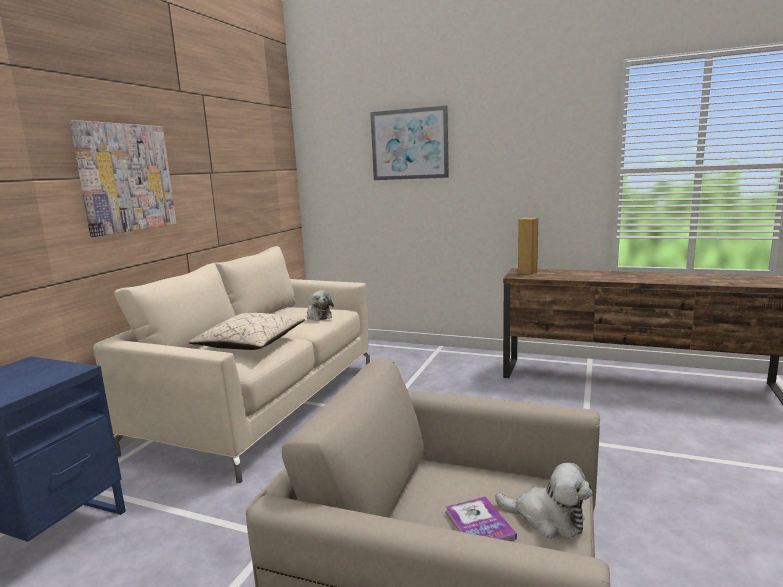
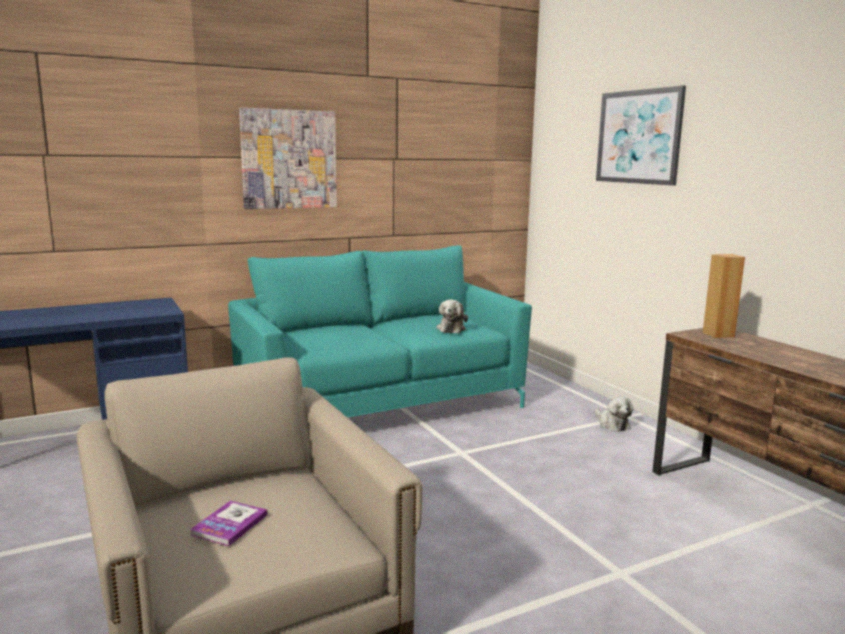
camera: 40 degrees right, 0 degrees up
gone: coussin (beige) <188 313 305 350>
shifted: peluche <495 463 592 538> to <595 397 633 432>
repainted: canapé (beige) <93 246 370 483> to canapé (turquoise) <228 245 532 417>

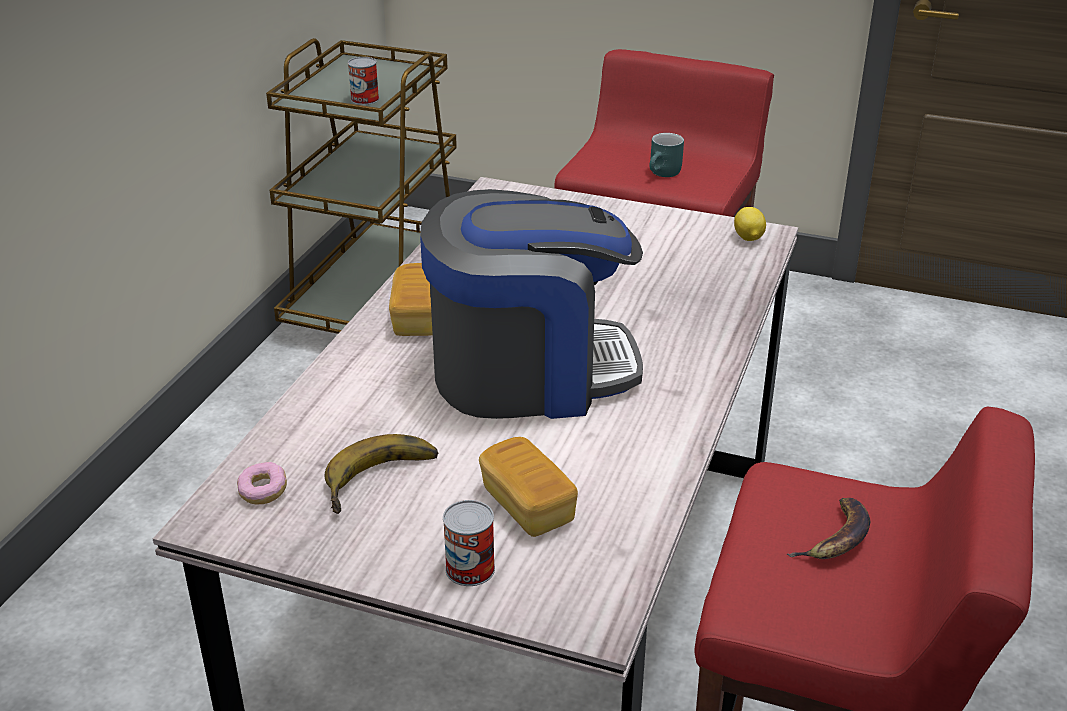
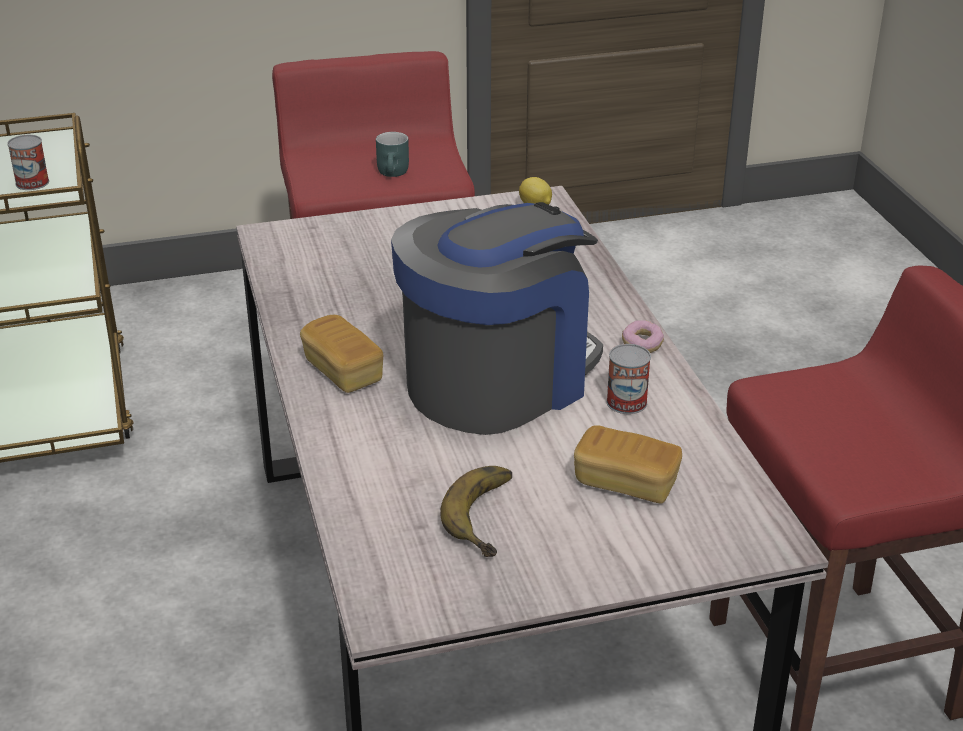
camera: 35 degrees left, 0 degrees up
gone: banane <787 498 870 559>
shifted: beignet <237 462 287 504> to <622 320 664 353>; boîte métallique <443 500 495 586> to <606 344 651 414>

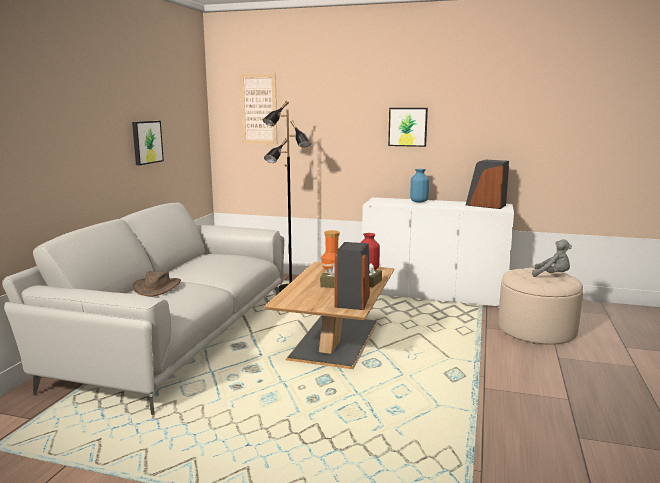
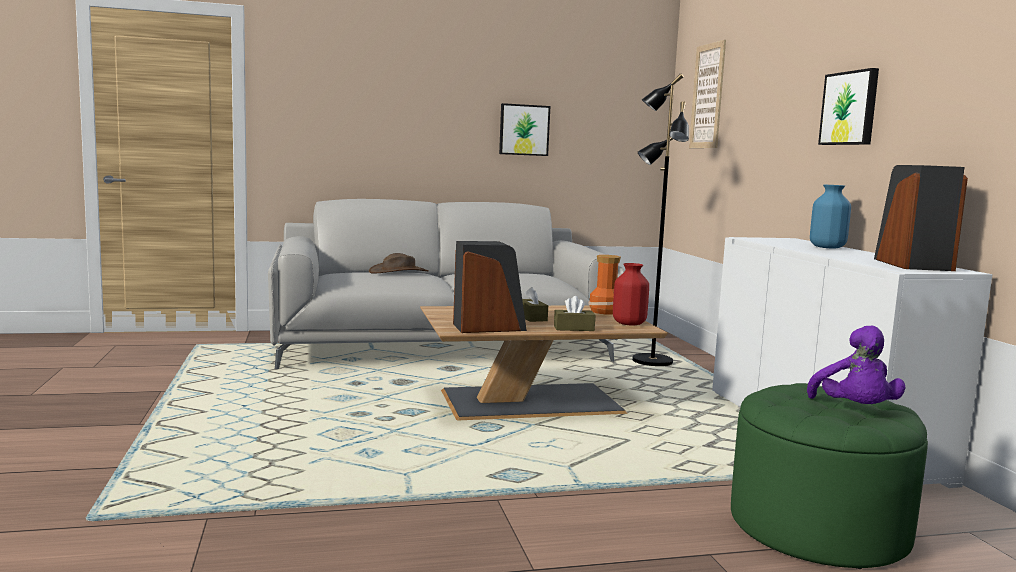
camera: 60 degrees right, 5 degrees down
repainted: peluche (gris) <532 239 572 277> to peluche (violet) <807 325 906 404>; pouf (beige) <498 268 583 345> to pouf (vert) <731 383 928 569>

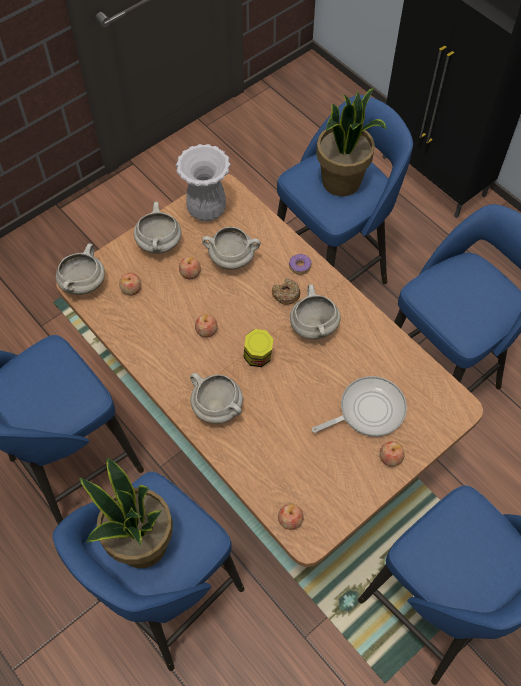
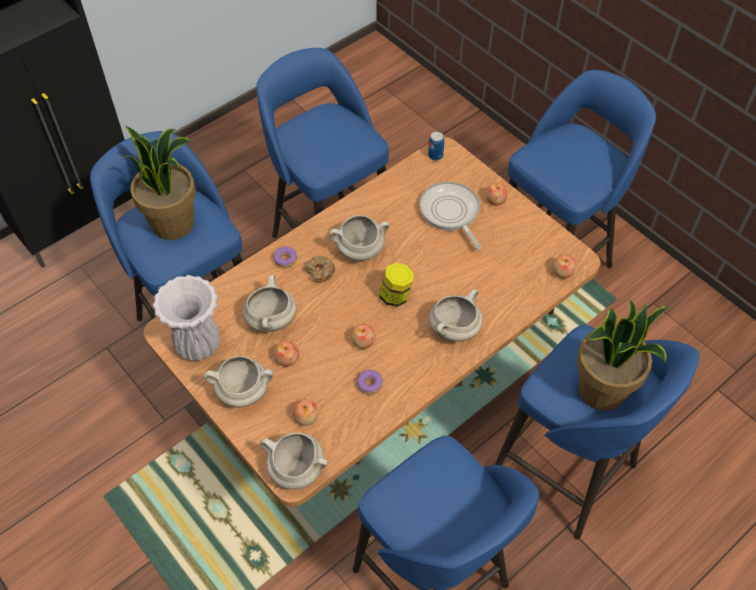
camera: 90 degrees left, 5 degrees down
new: boîte métallique <428 132 445 161>; beignet <357 369 383 395>

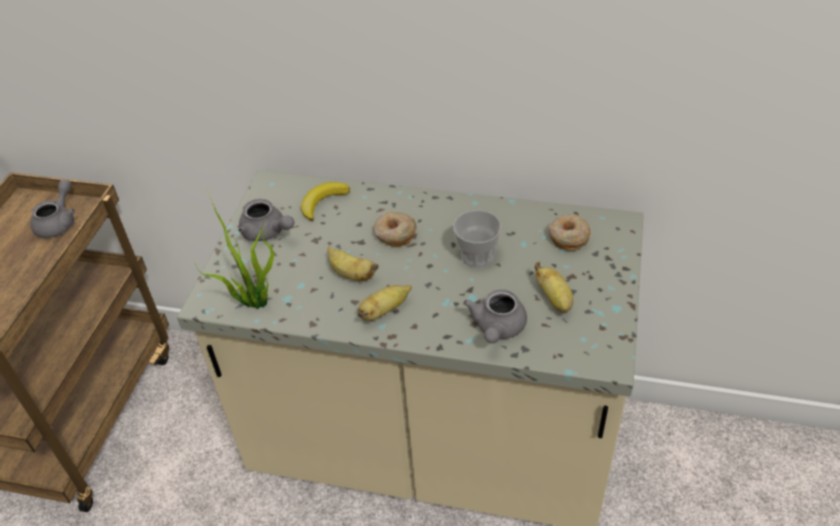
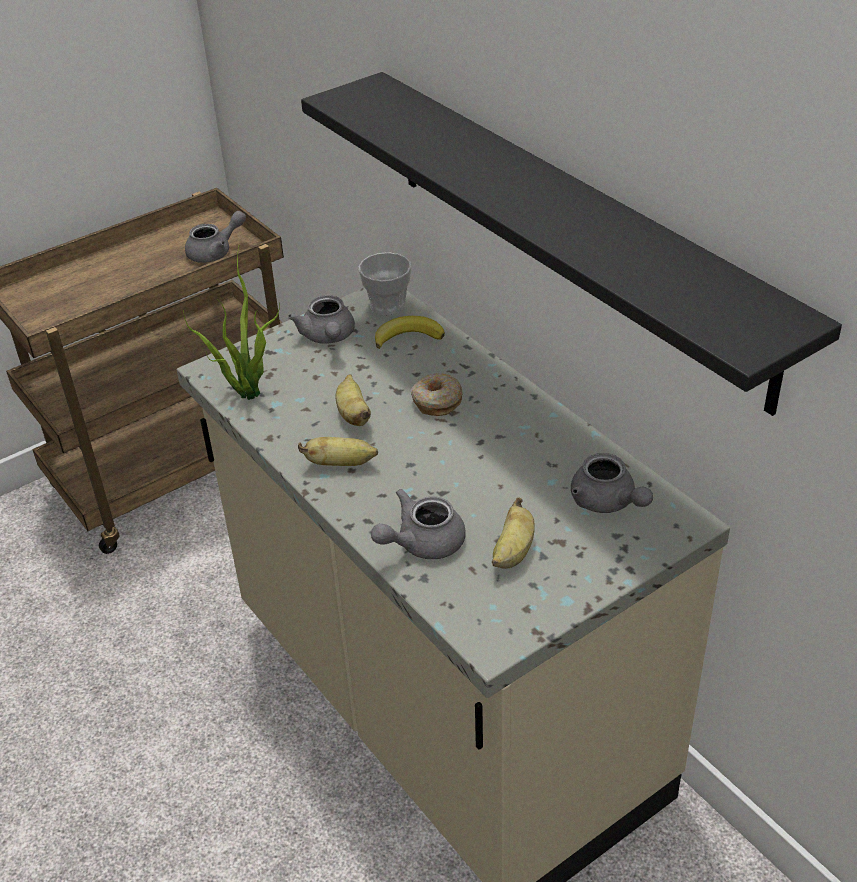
camera: 40 degrees right, 5 degrees down
new: étagère (noir) <301 72 842 416>
shifted: tasse <453 210 502 268> to <359 252 411 316>
swapped: beignet <549 214 591 251> to théière (gris) <571 453 653 513>

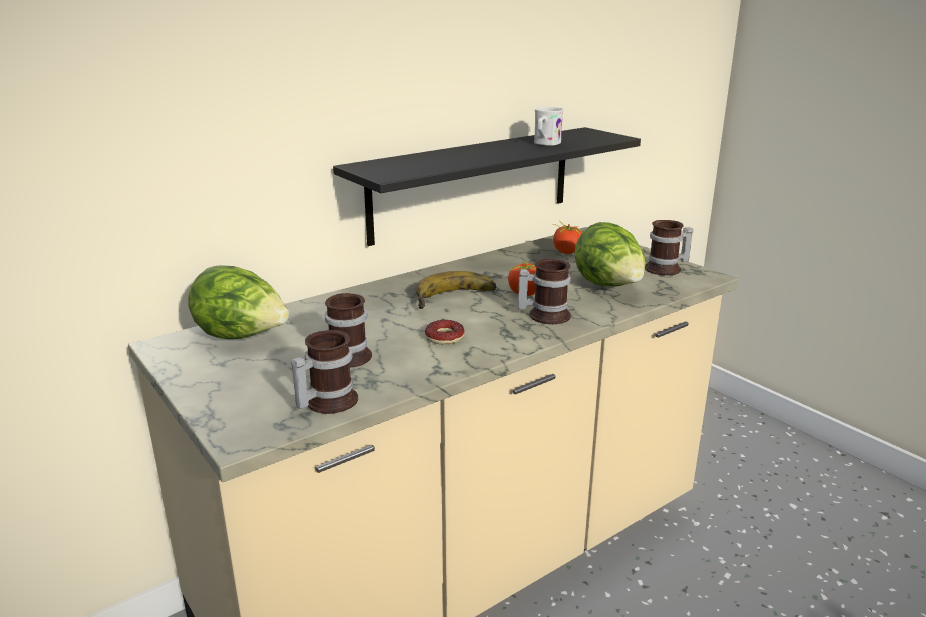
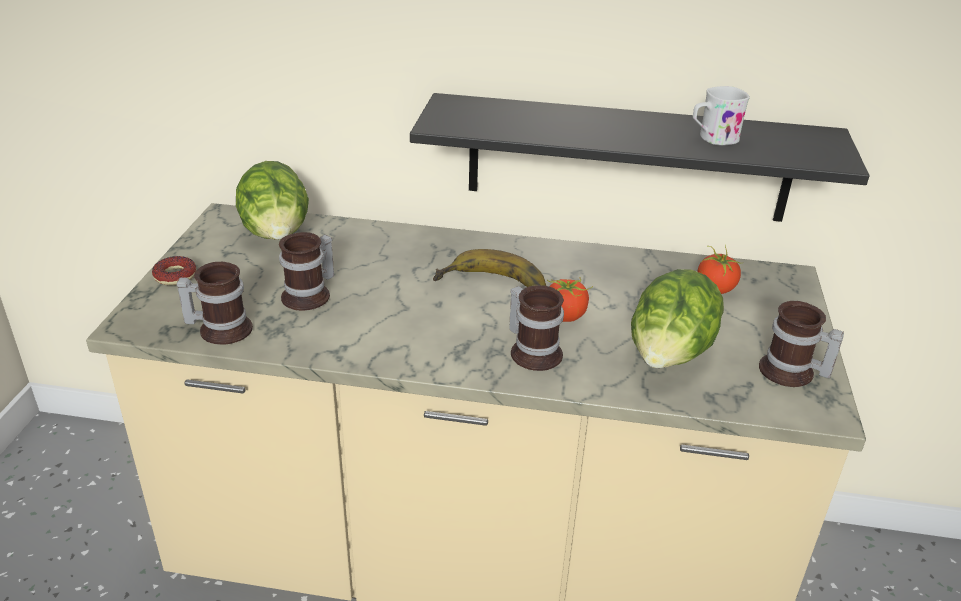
camera: 45 degrees right, 10 degrees up
shifted: beignet <425 320 465 345> to <152 256 196 285>

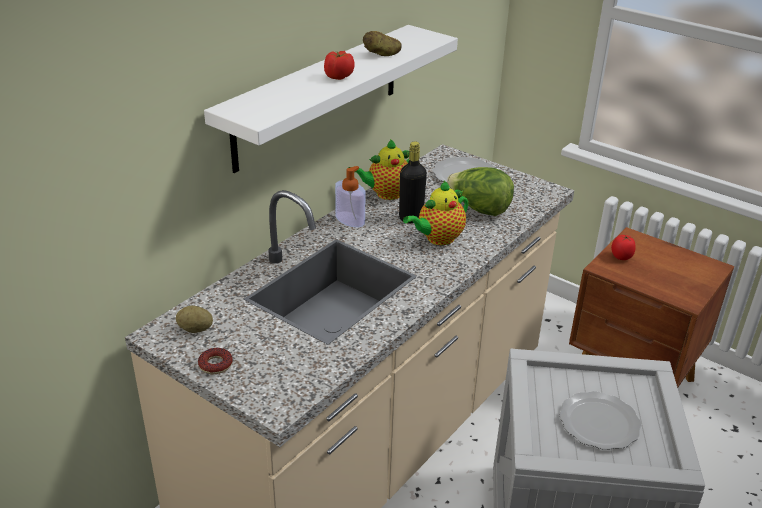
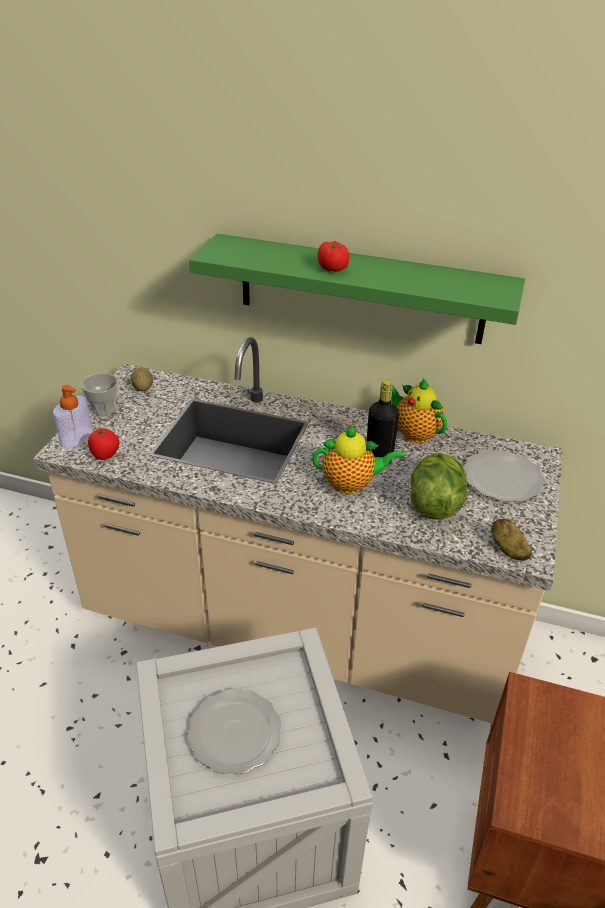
camera: 70 degrees right, 5 degrees up
shifted: pomme de terre <363 31 402 56> to <491 518 532 561>; distributeur de savon <335 166 366 228> to <53 385 92 448>; tomate <611 235 636 260> to <88 428 119 460>
swapped: beignet <198 348 233 374> to tasse <81 373 118 416>
repainted: étagère (blanc) <204 25 458 173> to étagère (vert) <189 234 525 344>
rotated: théière <403 181 468 245> = <312 426 405 494> 150 degrees clockwise

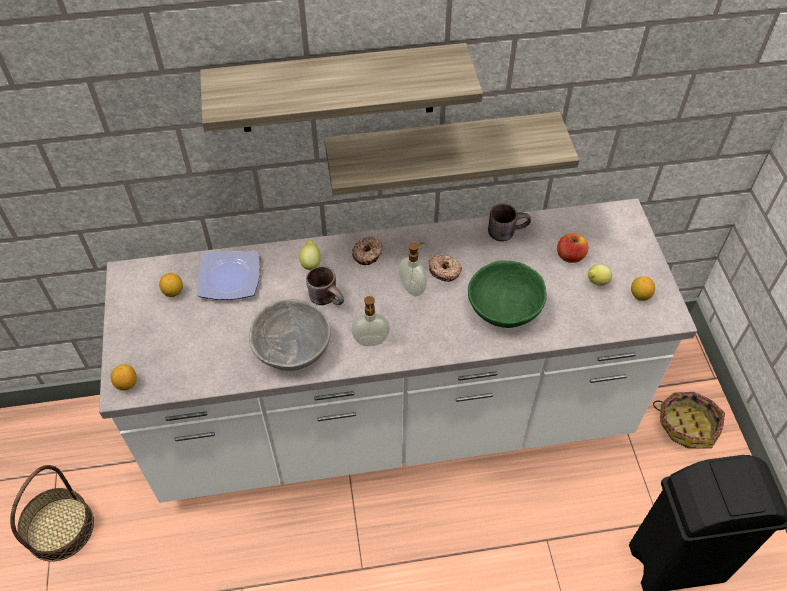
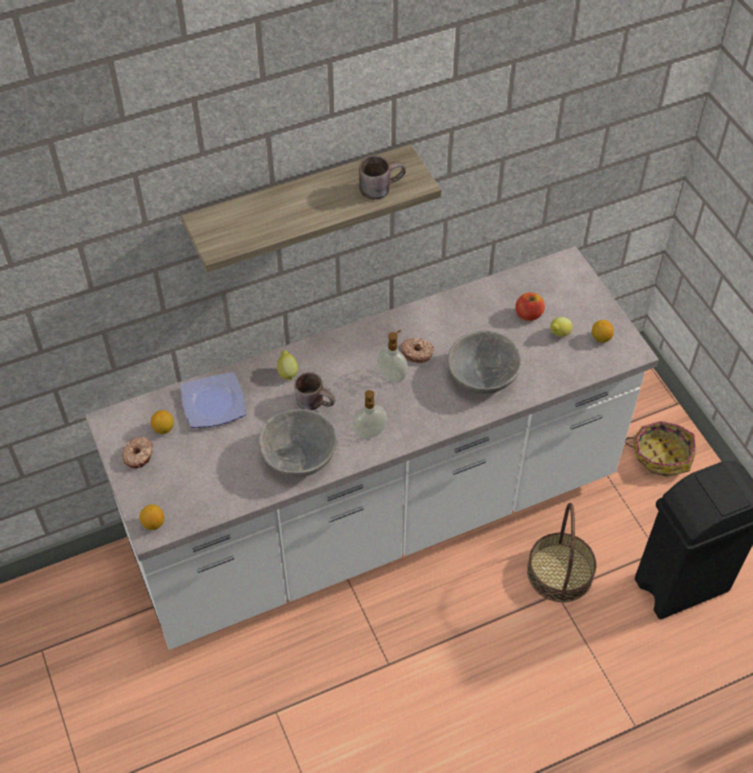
camera: 15 degrees left, 0 degrees up
gone: étagère <324 112 579 196>
shifted: mug (marron) <488 203 531 241> to <359 155 406 199>; beignet <352 237 383 265> to <122 436 153 468>; panier <10 465 94 562> to <527 503 596 602>
repainted: bol (vert) <468 260 547 328> to bol (gris) <447 330 521 394>

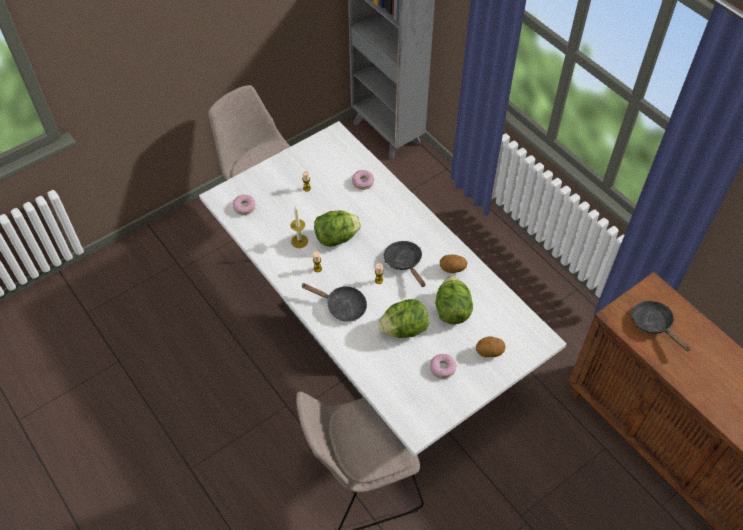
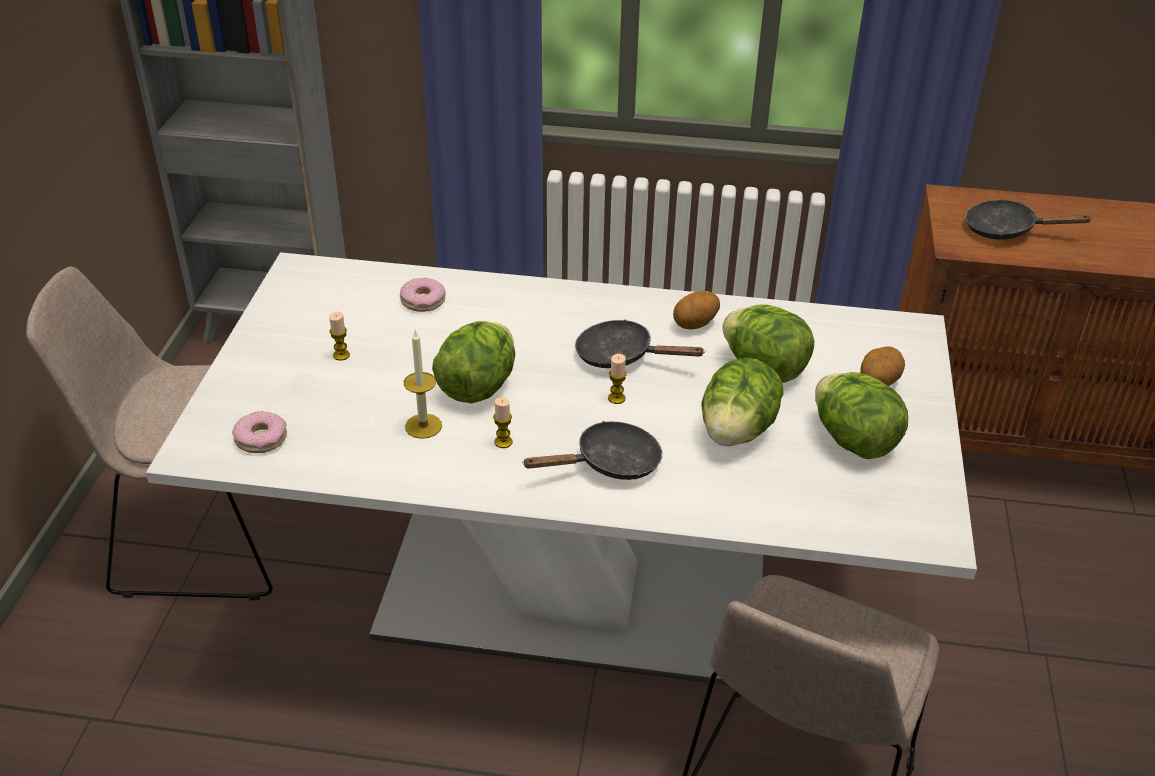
camera: 45 degrees left, 15 degrees down
swapped: beignet <430 354 457 379> to laitue <815 372 908 459>

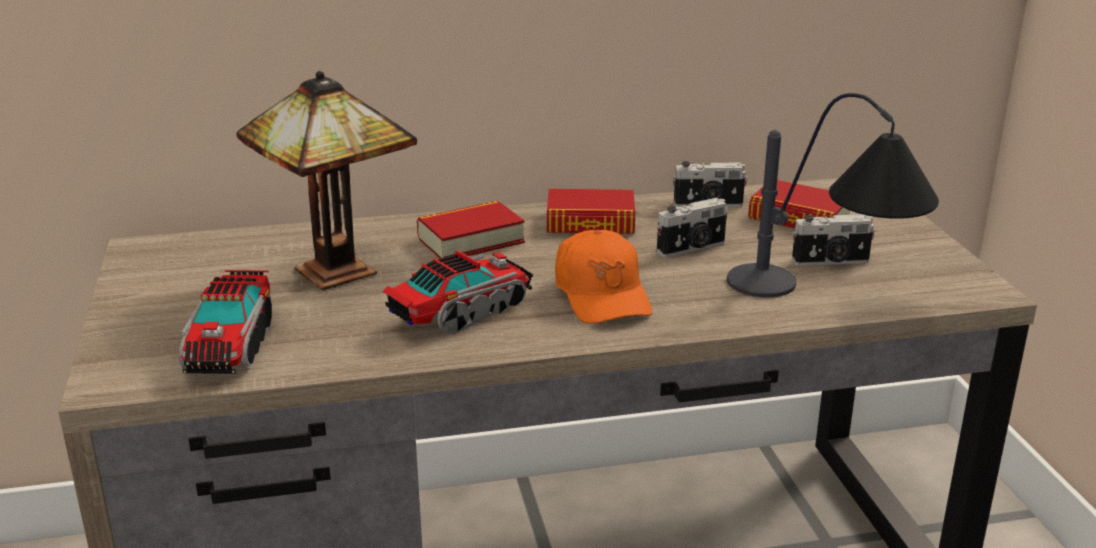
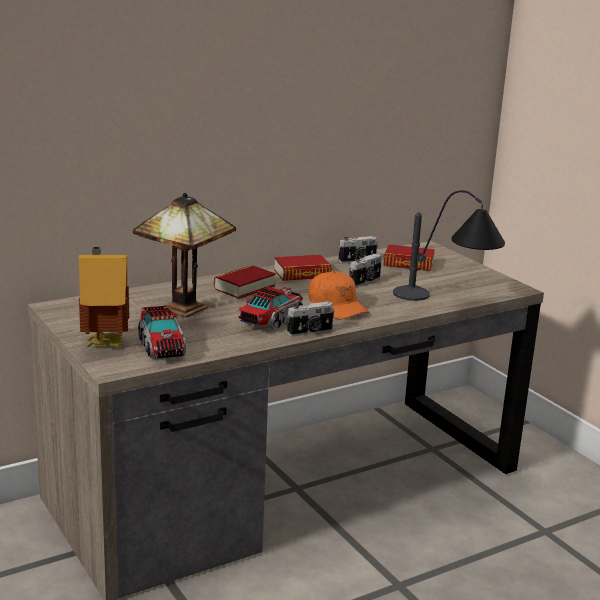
camera: 20 degrees left, 5 degrees down
new: maison miniature <79 247 129 348>
shifted: appareil photo <792 214 875 266> to <287 302 334 337>

